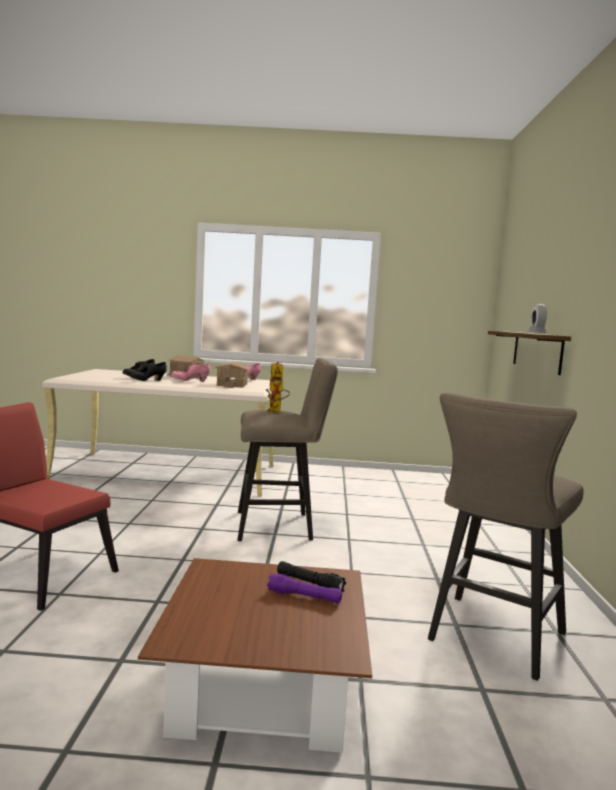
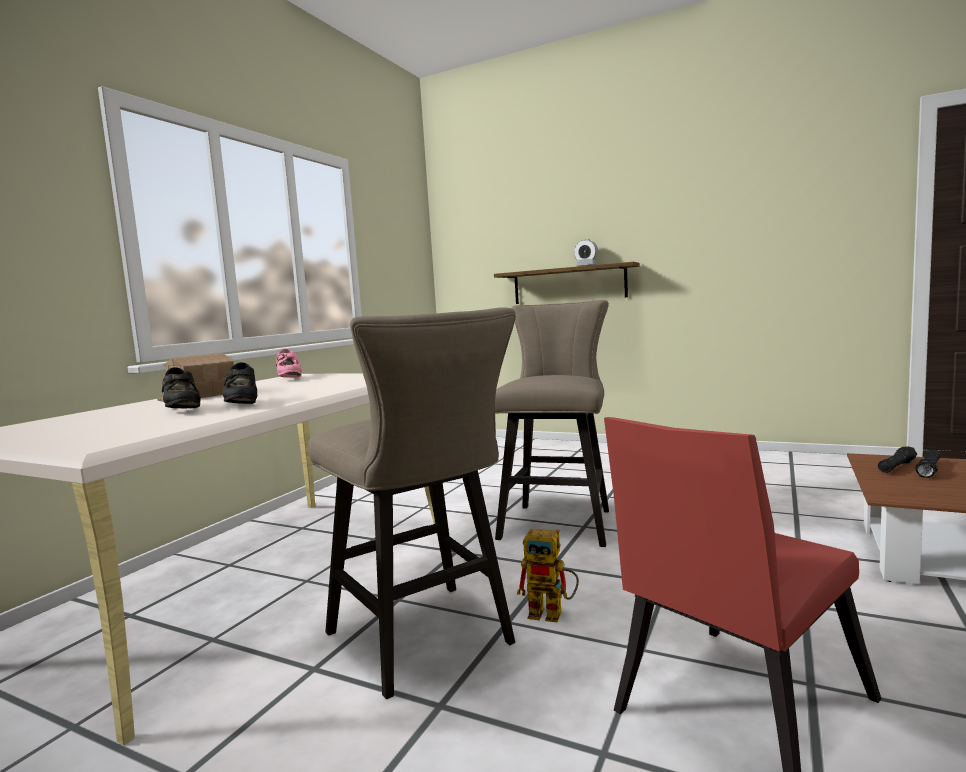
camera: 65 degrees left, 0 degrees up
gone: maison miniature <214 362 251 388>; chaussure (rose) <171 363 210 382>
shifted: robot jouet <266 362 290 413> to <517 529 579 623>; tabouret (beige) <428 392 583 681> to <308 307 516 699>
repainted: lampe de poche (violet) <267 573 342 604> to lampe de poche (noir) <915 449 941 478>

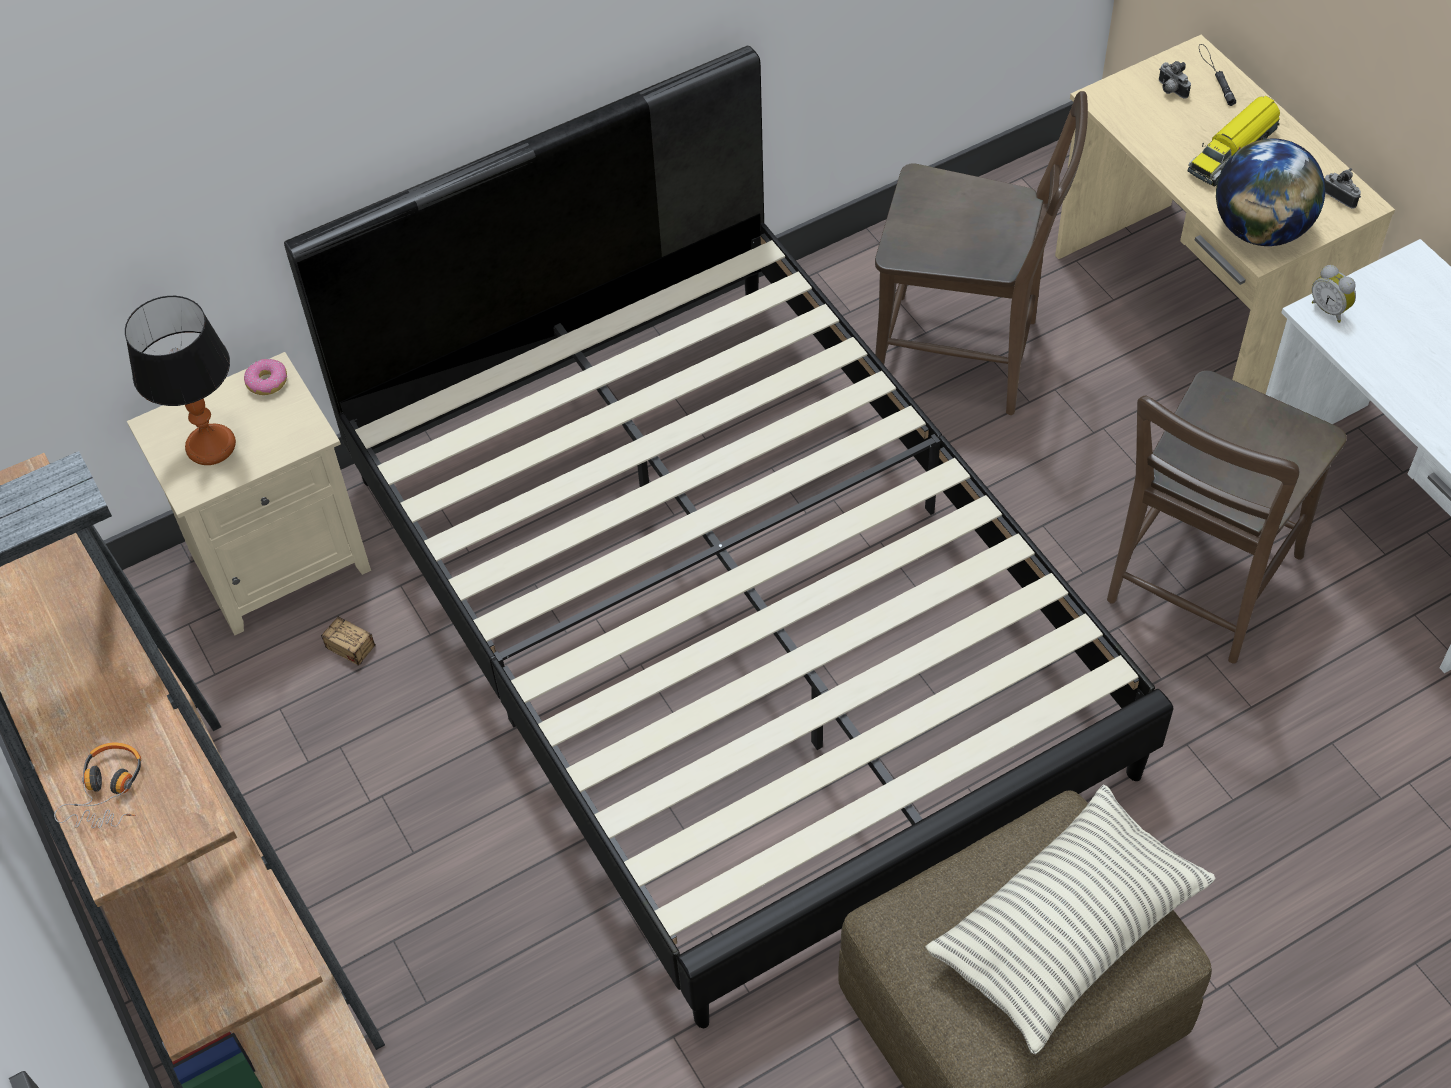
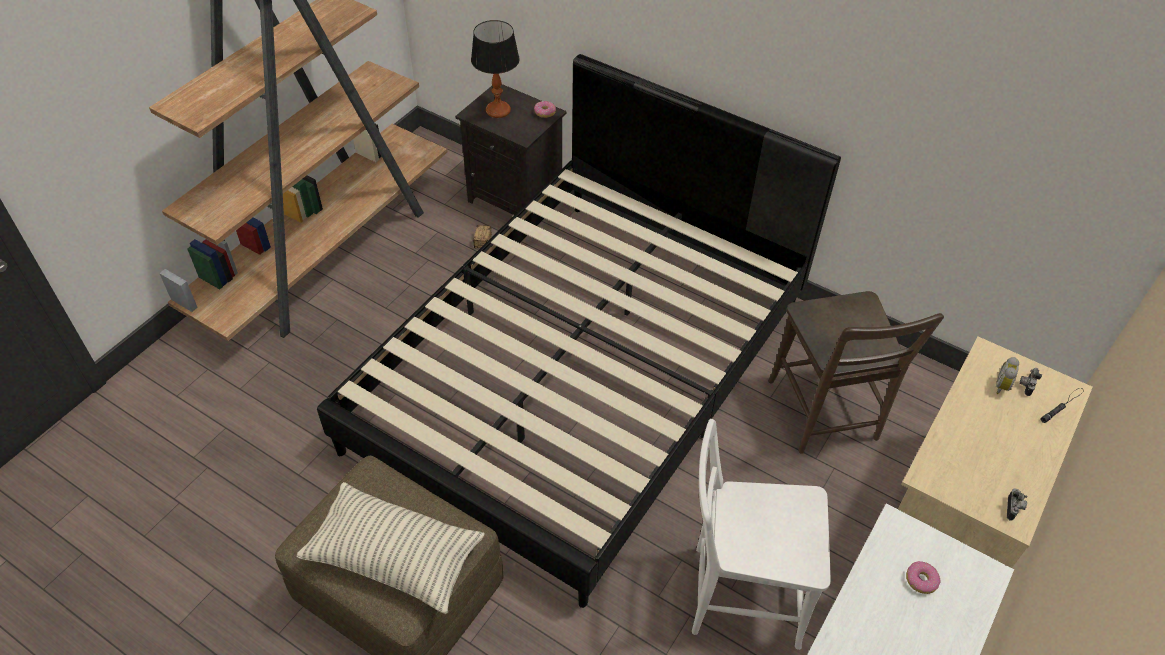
camera: 60 degrees right, 5 degrees down
gone: camion jouet <1188 96 1280 187>; globe <1216 139 1325 246>; casque audio <54 743 141 828>
new: beignet <906 561 940 594>
shifted: réveil <1312 265 1356 323> to <996 357 1019 394>
repainted: table de chevet (beige) <127 352 371 635> to table de chevet (noir) <455 84 567 215>; chaise (marron) <1107 370 1347 663> to chaise (blanc) <692 419 831 650>

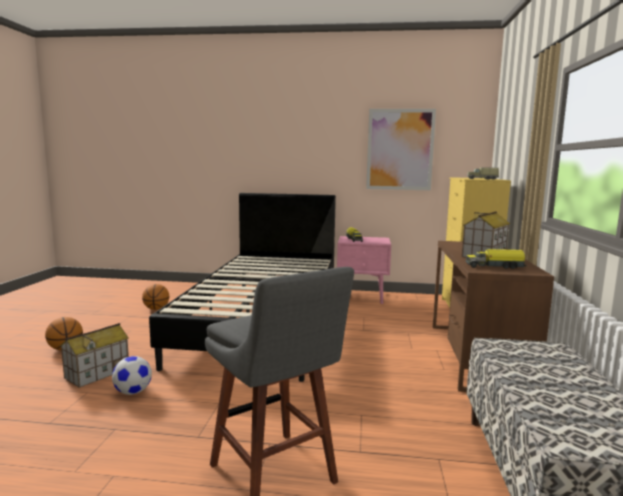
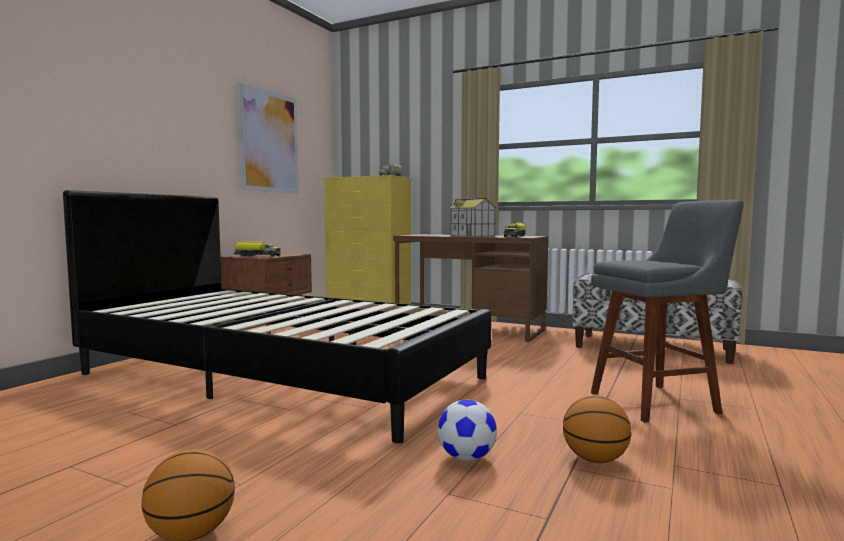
camera: 70 degrees left, 5 degrees down
gone: maison miniature <60 323 129 388>
shifted: ballon de basket <142 284 169 310> to <563 395 631 463>
repainted: table de chevet (rose) <337 236 391 304> to table de chevet (marron) <221 253 312 334>

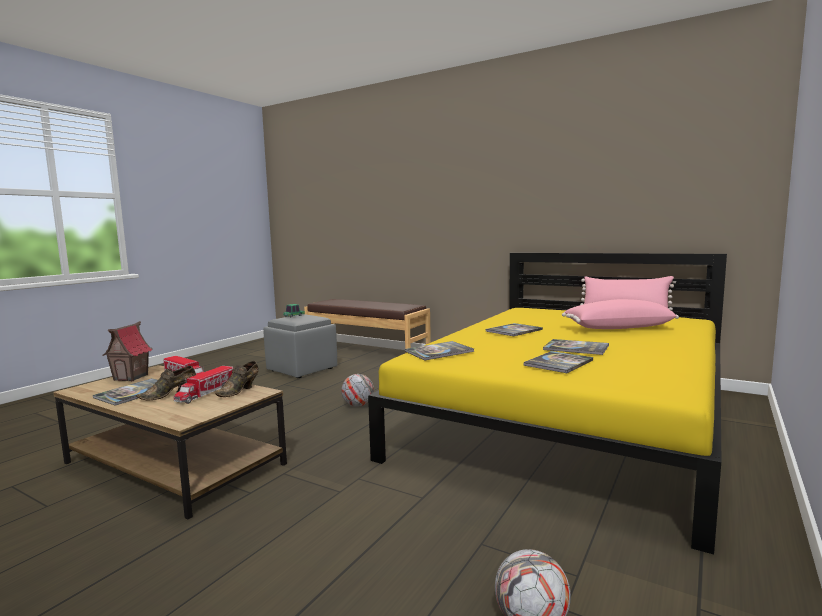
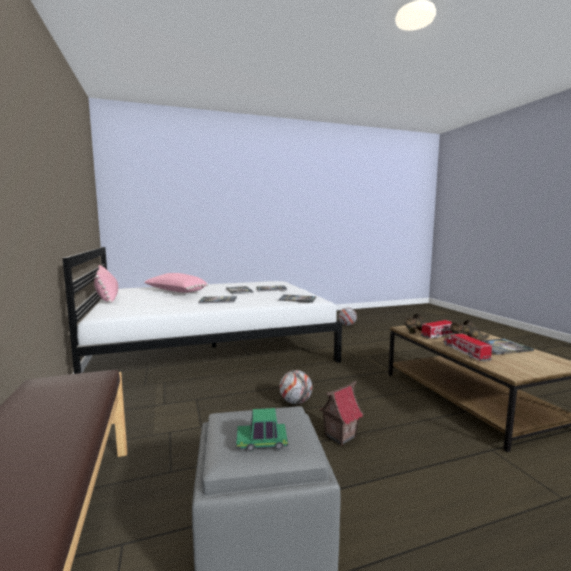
camera: 140 degrees left, 0 degrees up
shifted: maison miniature <102 321 153 381> to <319 381 364 446>
repainted: lit (jaune) <368 253 727 554> to lit (blanc) <63 247 342 374>

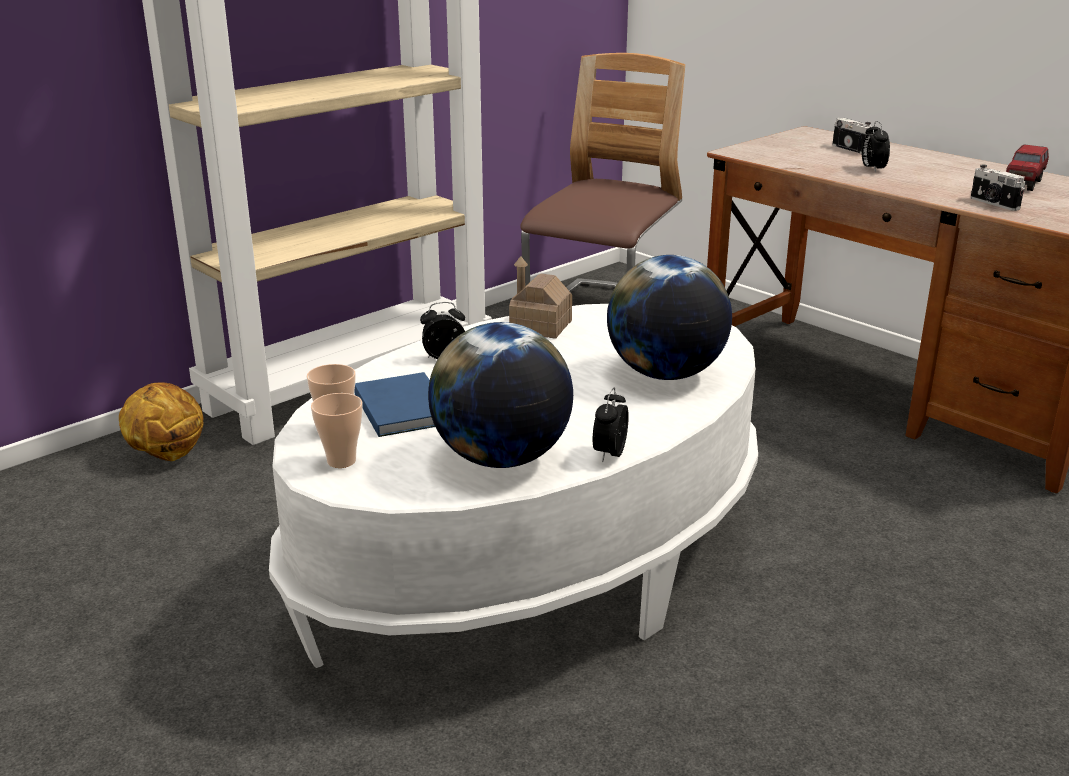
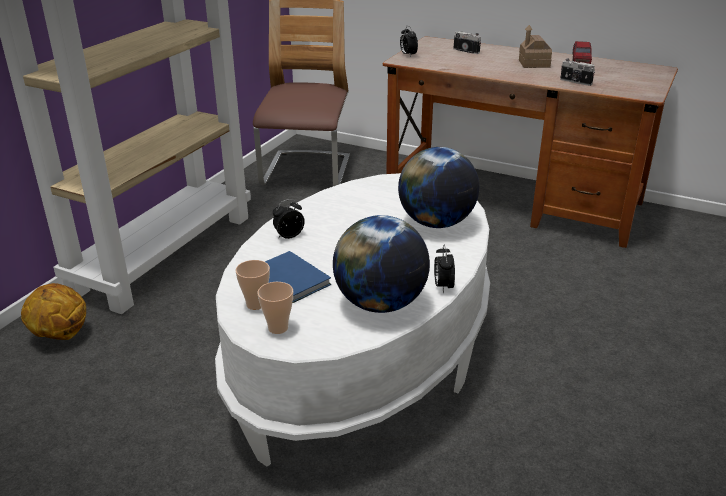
camera: 20 degrees left, 5 degrees up
shifted: réveil <862 121 890 173> to <400 26 418 57>; maison miniature <509 256 572 339> to <519 25 552 68>

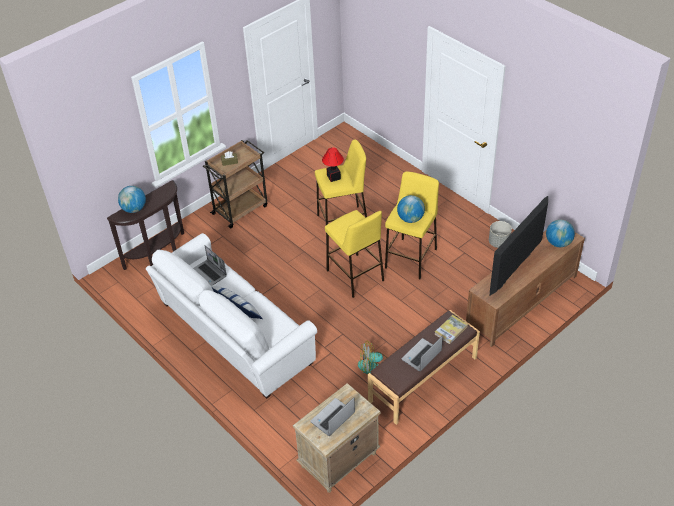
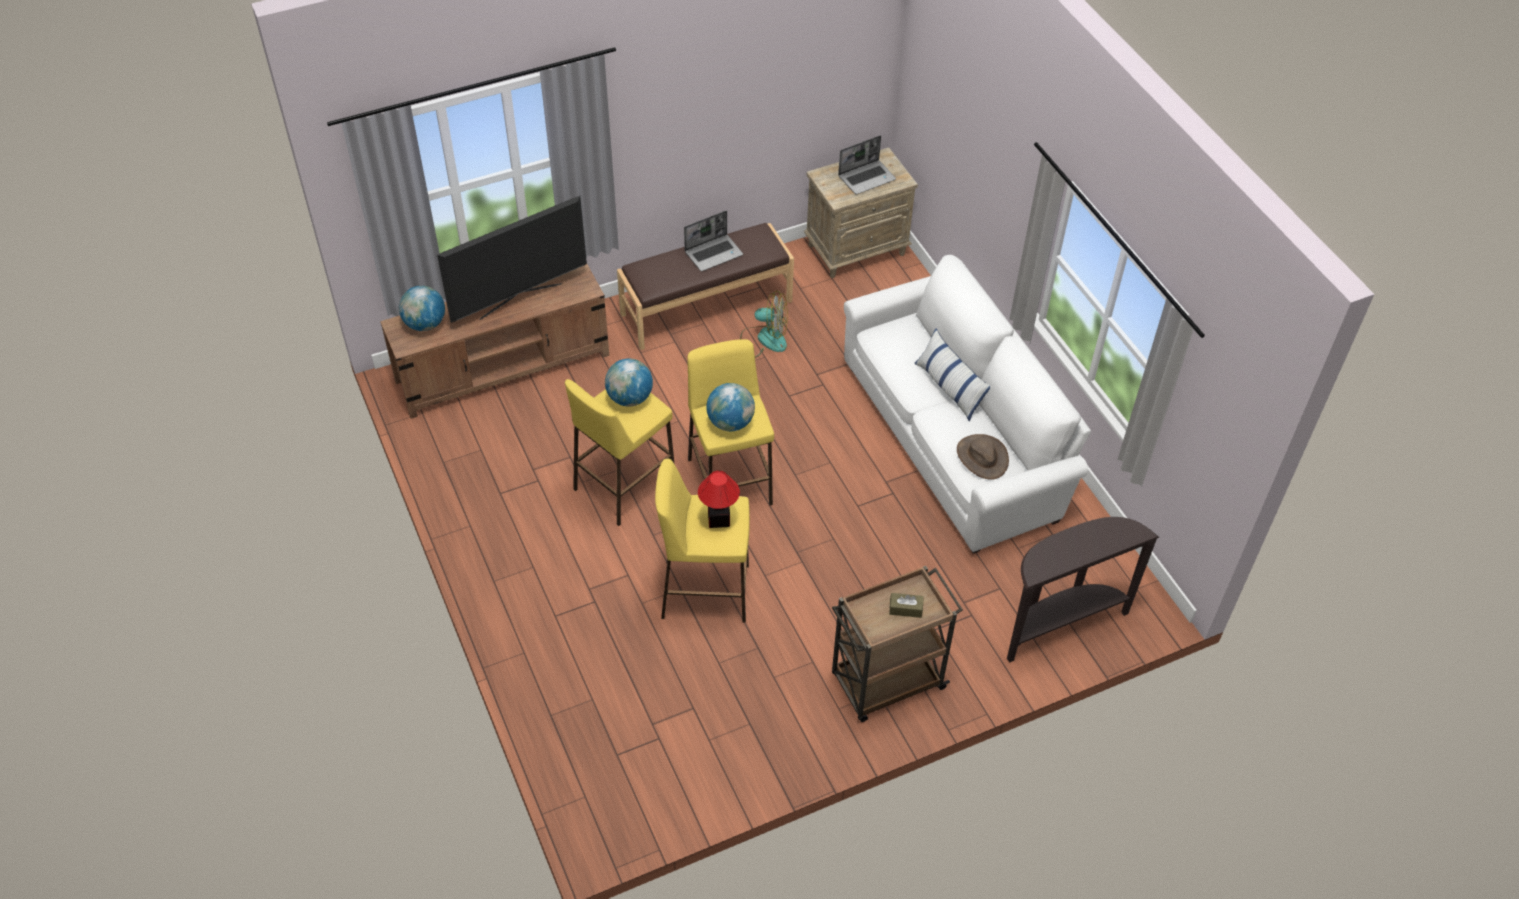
camera: 165 degrees left, 5 degrees up
gone: cache-pot (gris) <489 221 512 248>; livre <434 315 468 344>
shifted: globe <118 186 146 213> to <706 383 755 431>
swapped: ordinateur portable <193 245 227 286> to chapeau (marron) <957 434 1009 480>

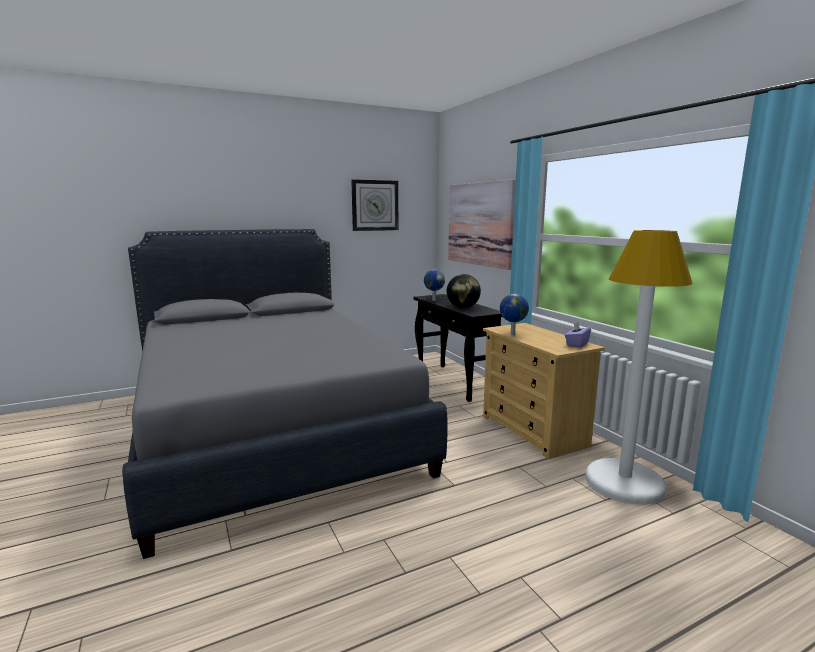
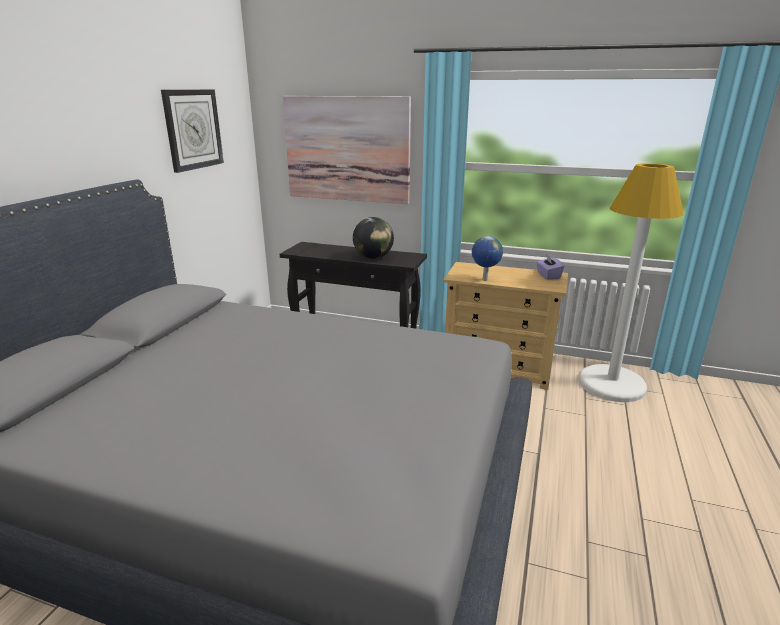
camera: 45 degrees left, 10 degrees up
gone: globe <424 269 445 301>

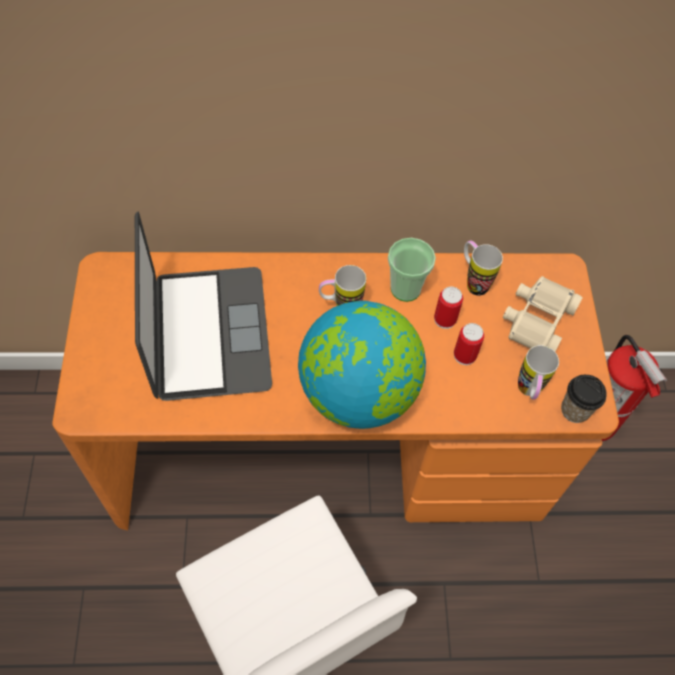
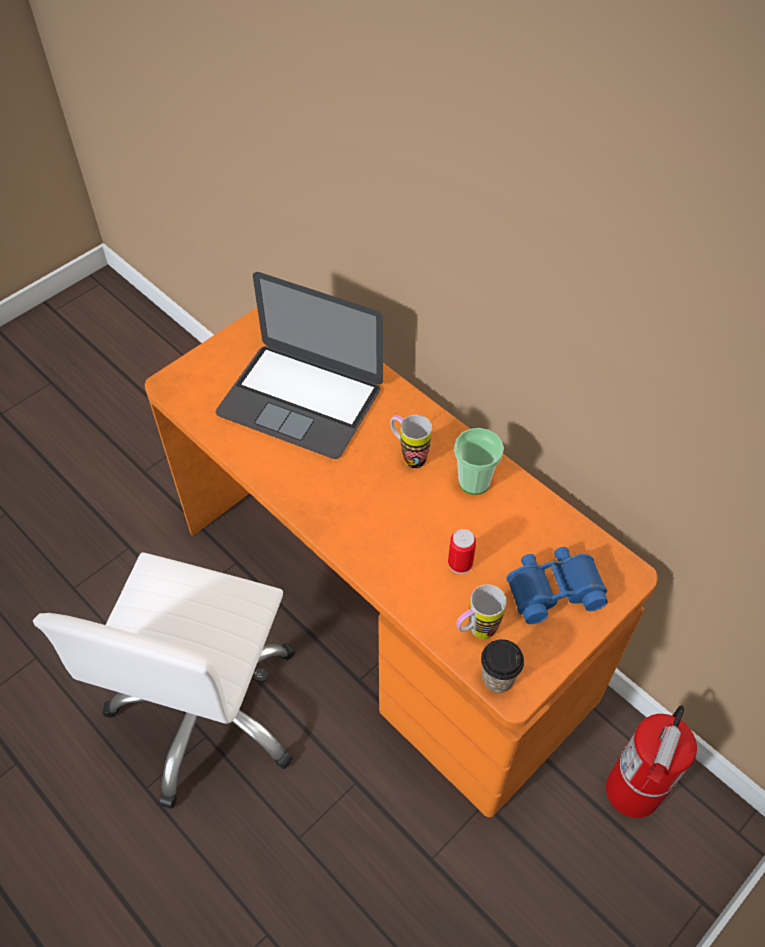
camera: 50 degrees right, 5 degrees down
gone: mug <464 240 503 296>; boîte métallique <434 286 463 329>; globe <298 301 426 429>
repainted: jumelles (beige) <503 276 583 351> to jumelles (bleu) <506 547 608 624>
rotated: ordinateur portable <135 211 272 401> = <216 272 383 459> 75 degrees clockwise

